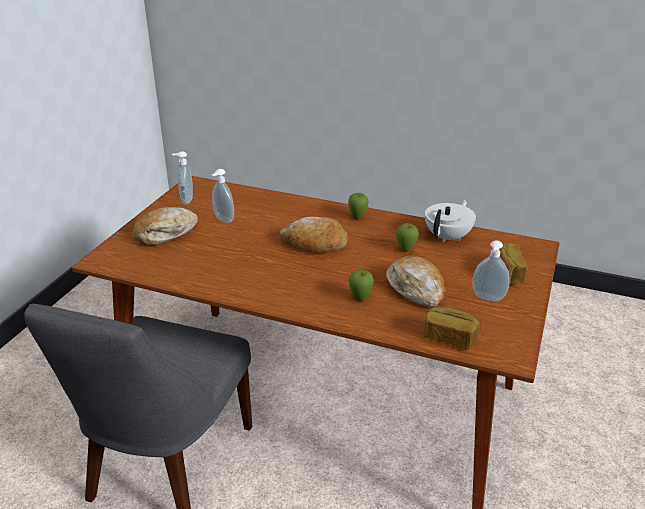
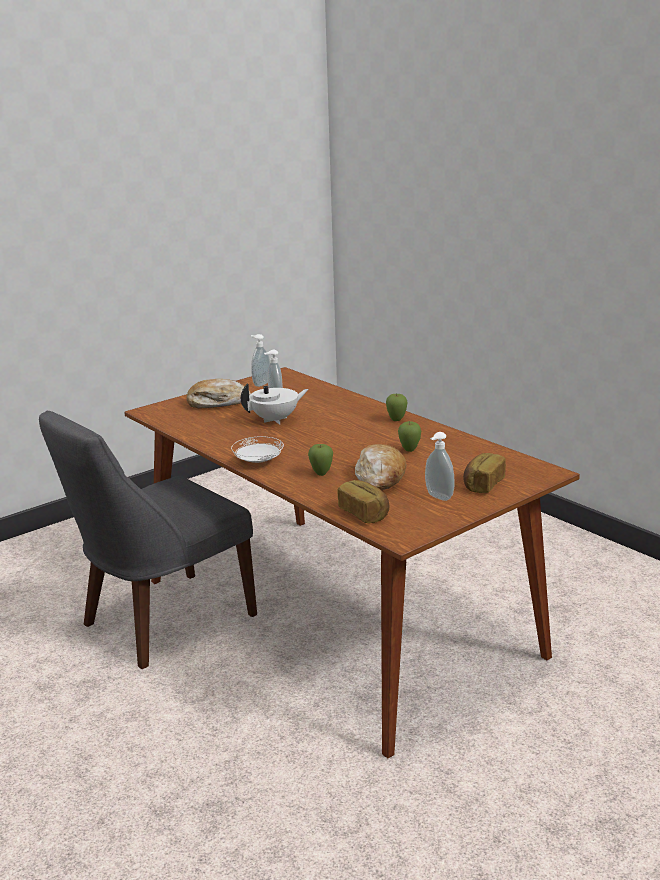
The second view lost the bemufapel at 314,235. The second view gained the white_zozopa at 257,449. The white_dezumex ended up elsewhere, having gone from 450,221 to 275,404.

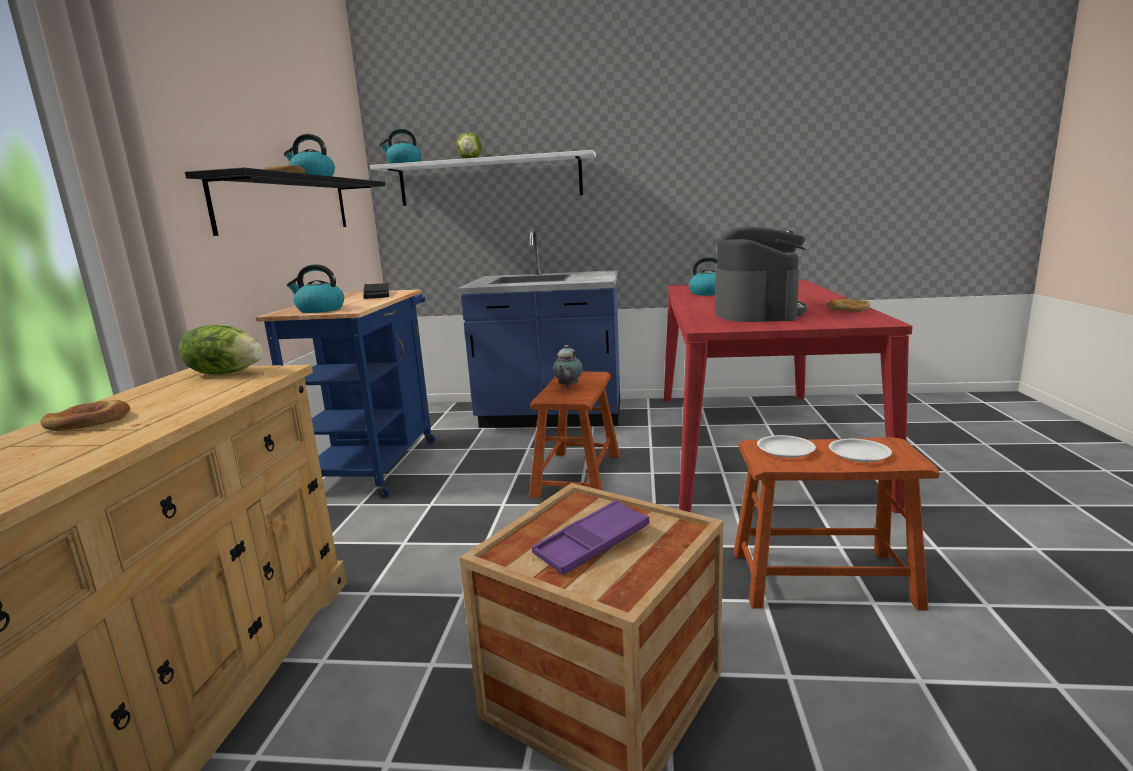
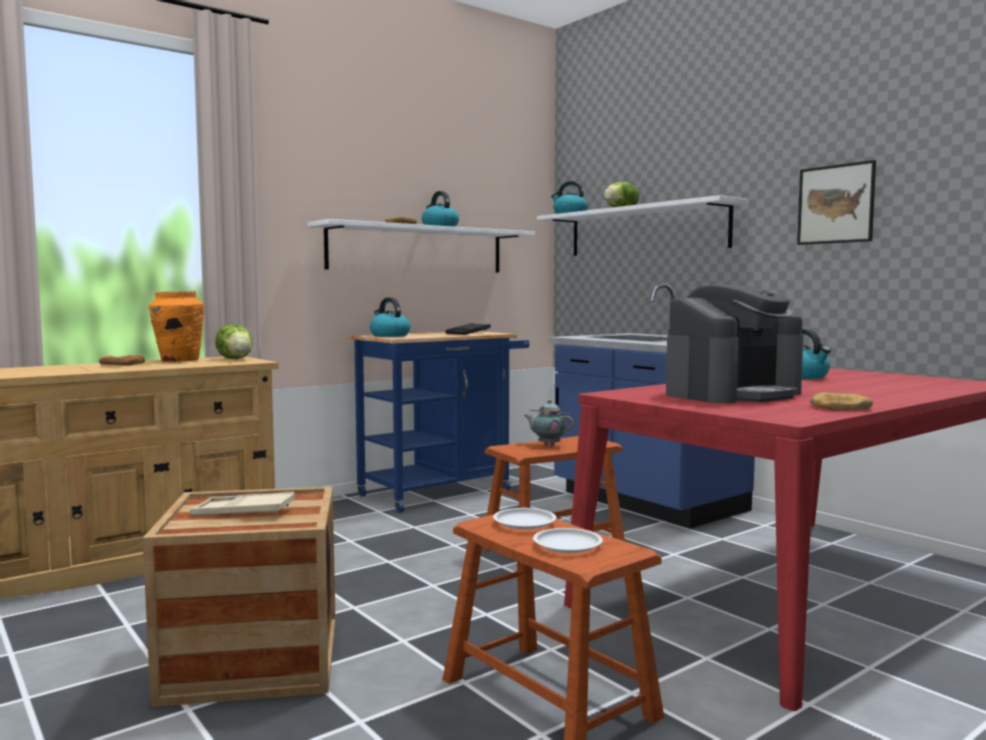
The second view gained the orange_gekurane at 176,326. The second view gained the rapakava at 836,202. What was the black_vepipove at 285,201 turned into the white_vepipove at 421,245. What was the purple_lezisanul at 591,537 turned into the beige_lezisanul at 242,504. The dezumex at 568,366 ended up facing another way, 60 degrees clockwise from before.

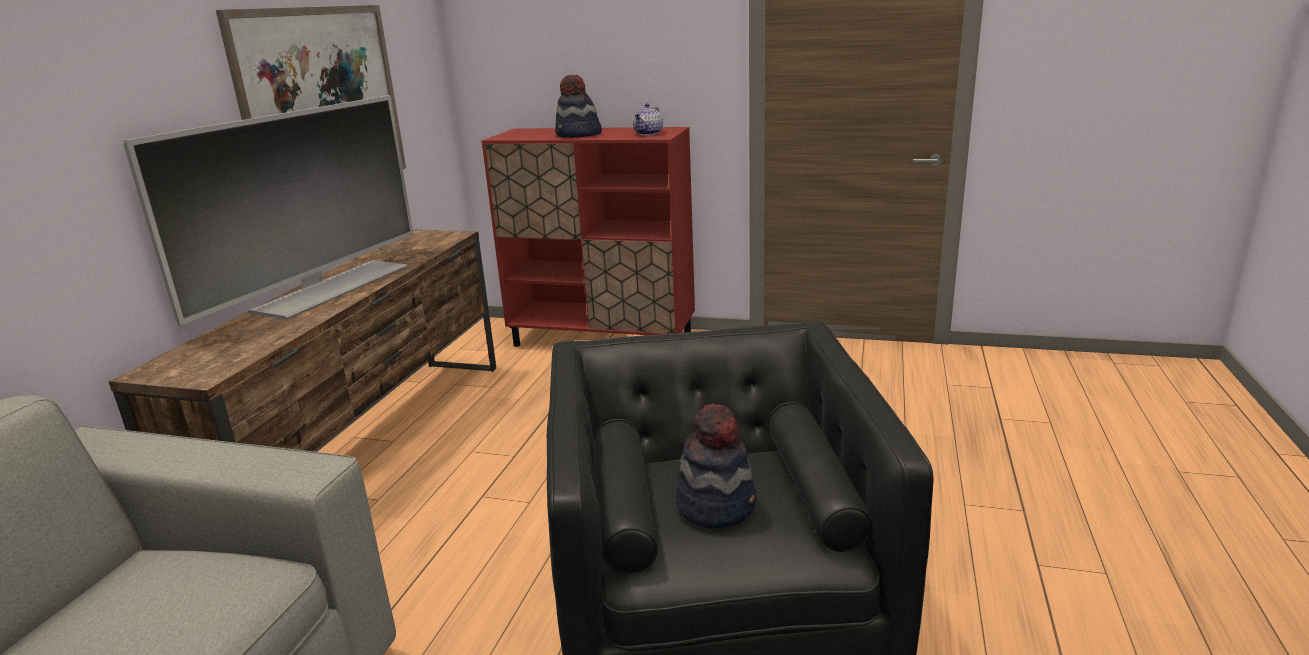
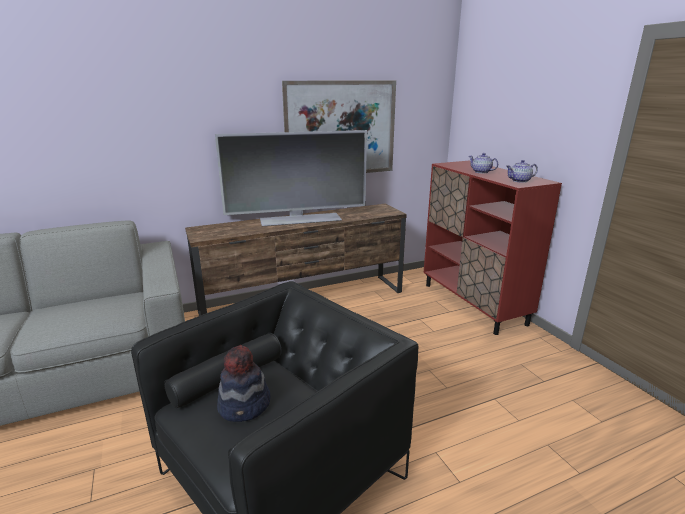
Where the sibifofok stood at 578,106, the dezumex came to stand at 483,163.

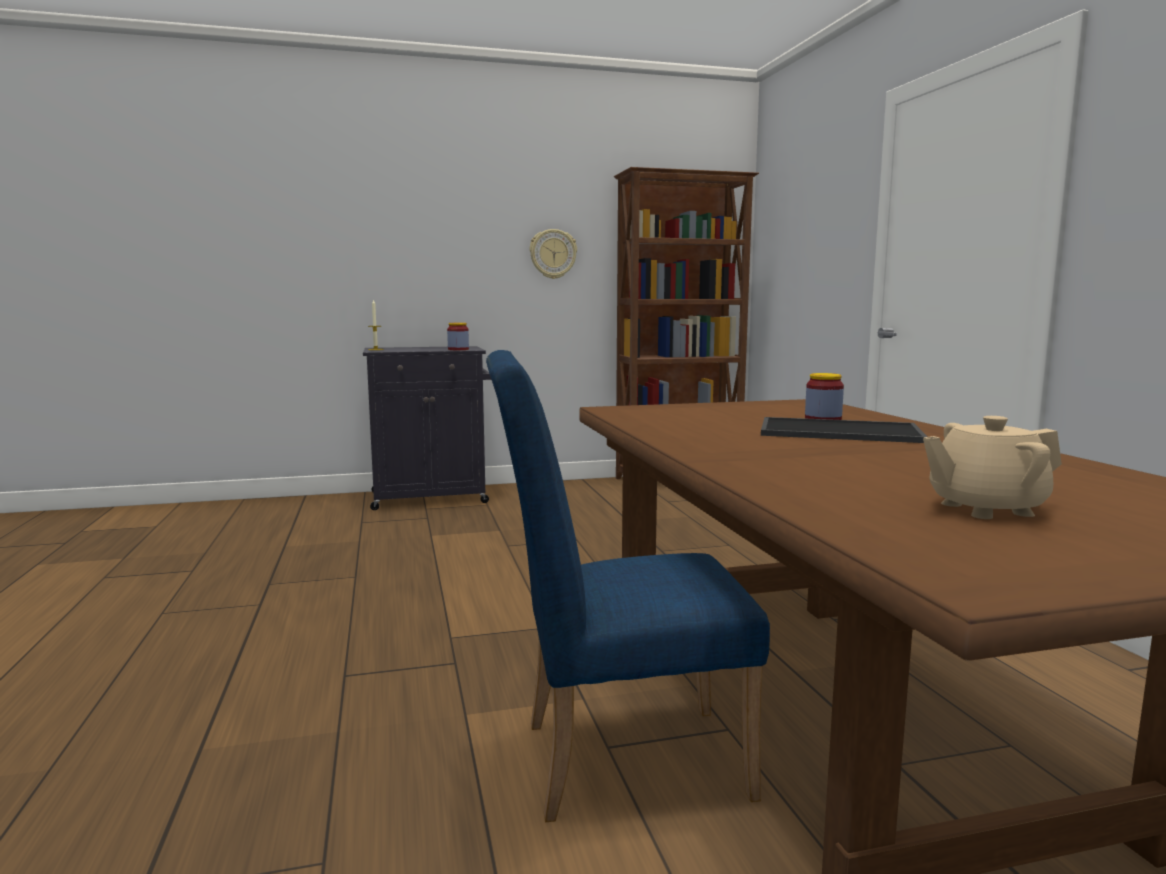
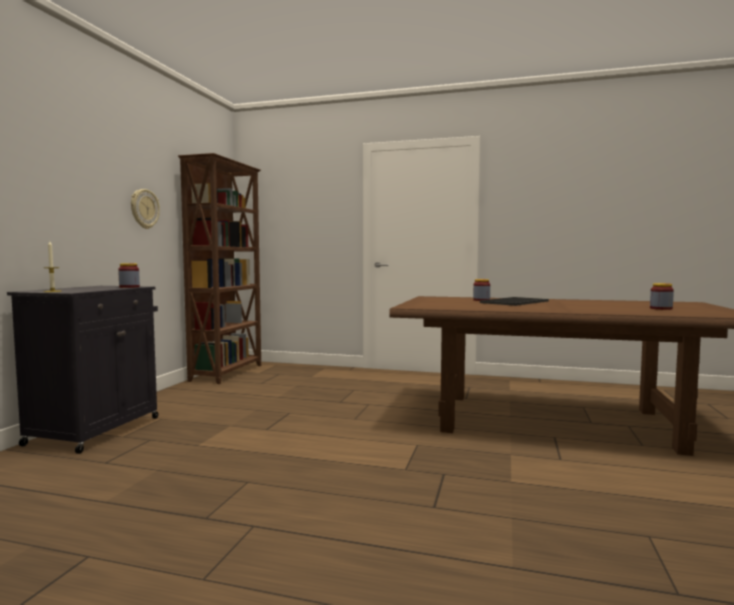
The second view lost the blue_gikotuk at 628,586. Where the beige_dezumex stood at 992,467, the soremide came to stand at 662,296.

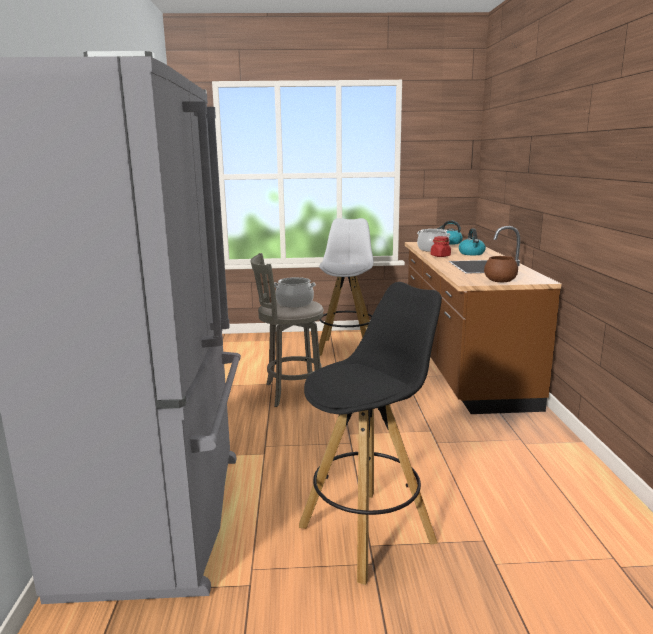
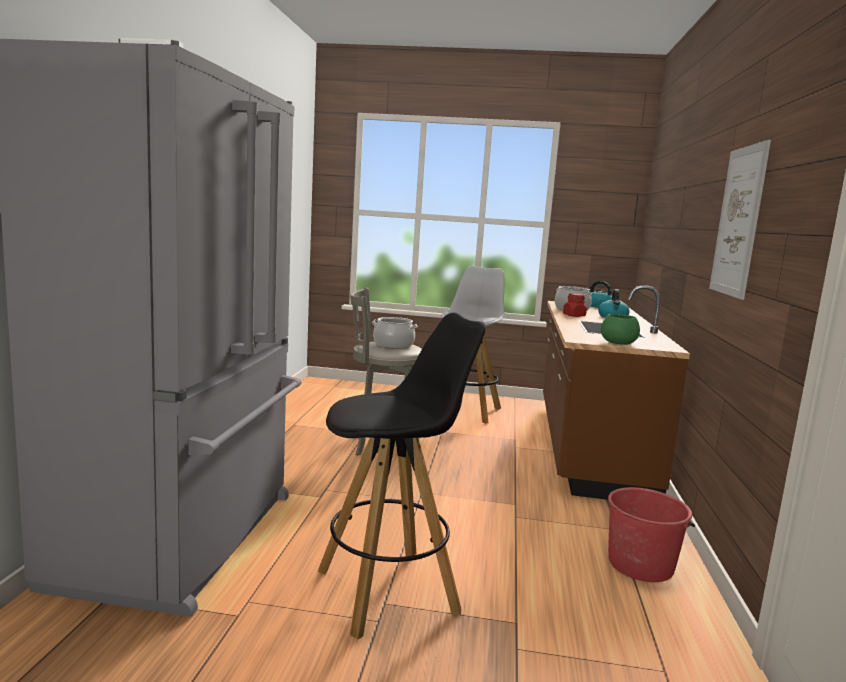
The second view gained the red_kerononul at 651,534. The second view gained the rapakava at 740,220. What was the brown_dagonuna at 501,269 turned into the green_dagonuna at 620,329.

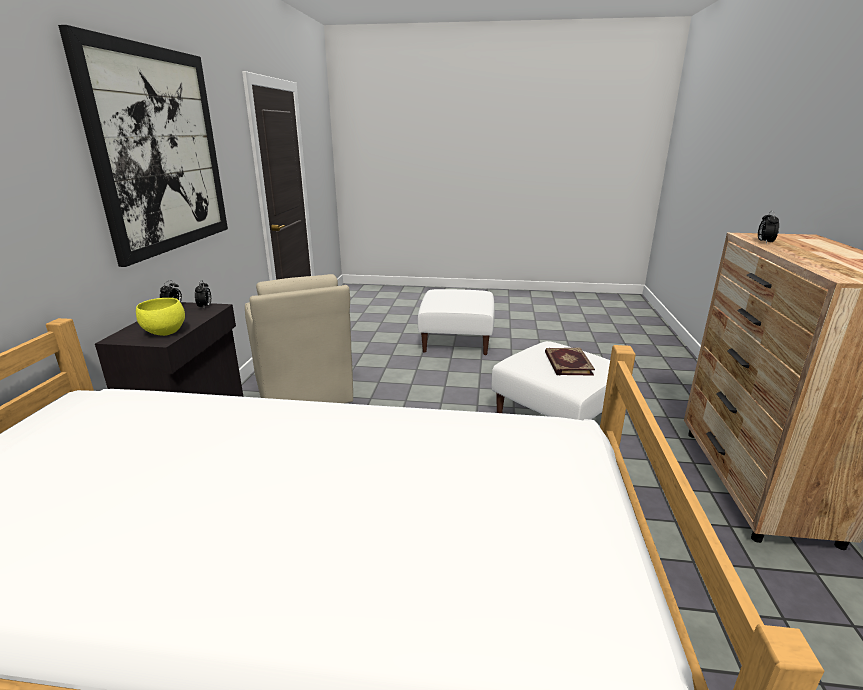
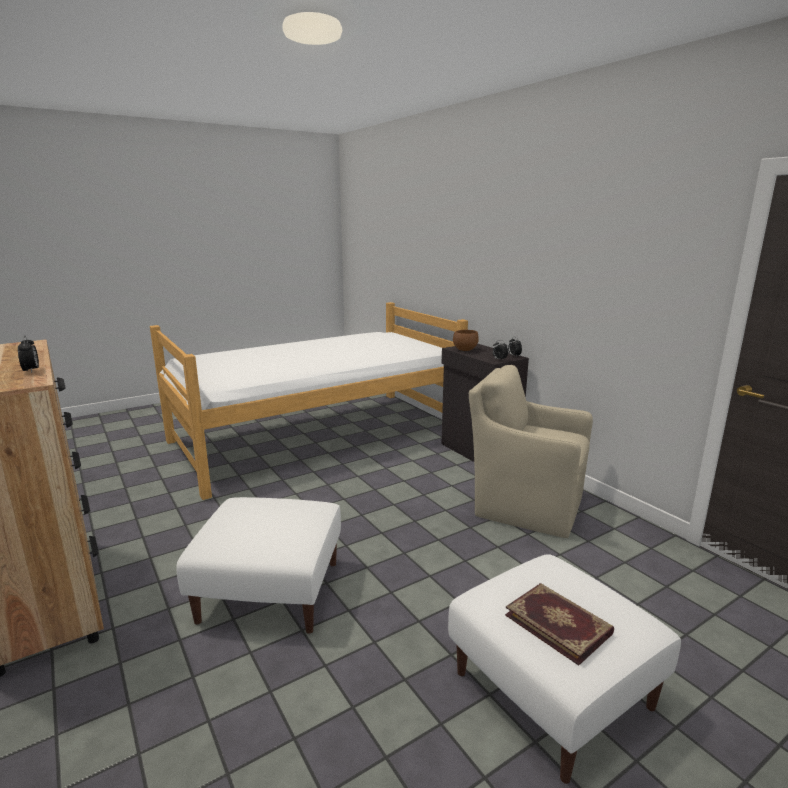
The second view lost the rapakava at 143,146. The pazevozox ended up elsewhere, having gone from 570,362 to 559,624. What was the yellow_dagonuna at 160,317 turned into the brown_dagonuna at 466,340.

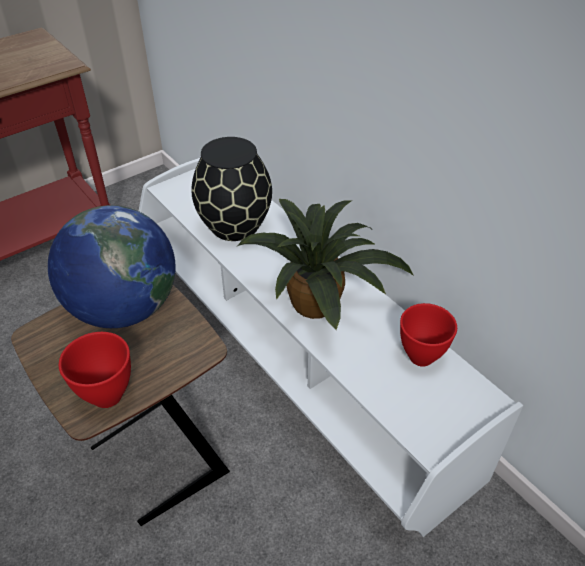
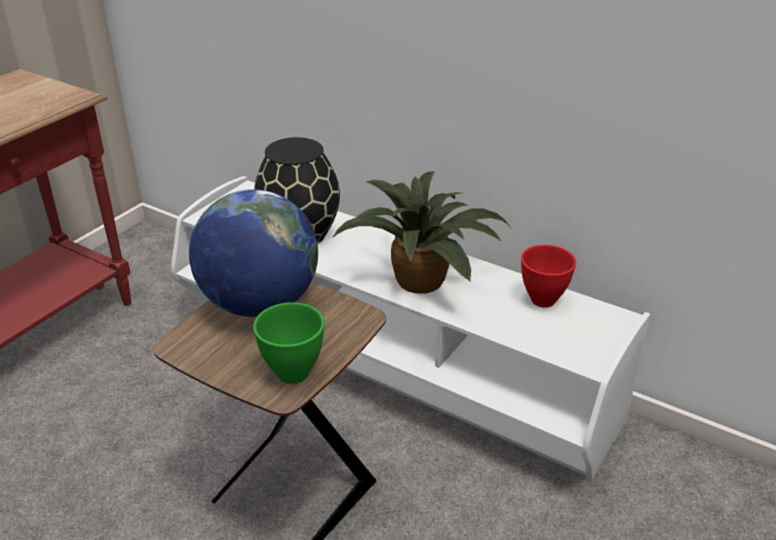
What was the red_dagonuna at 95,370 turned into the green_dagonuna at 289,343.

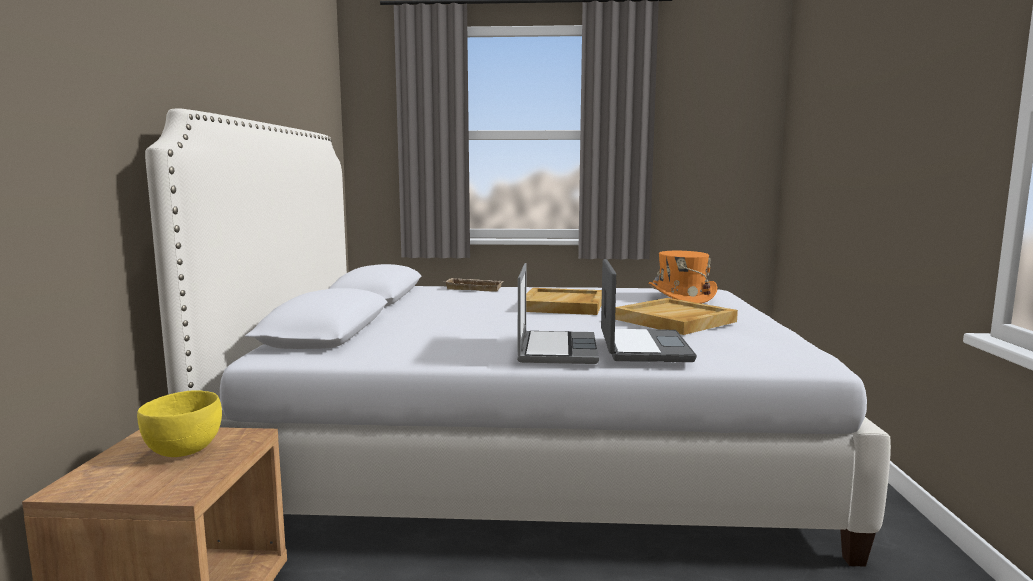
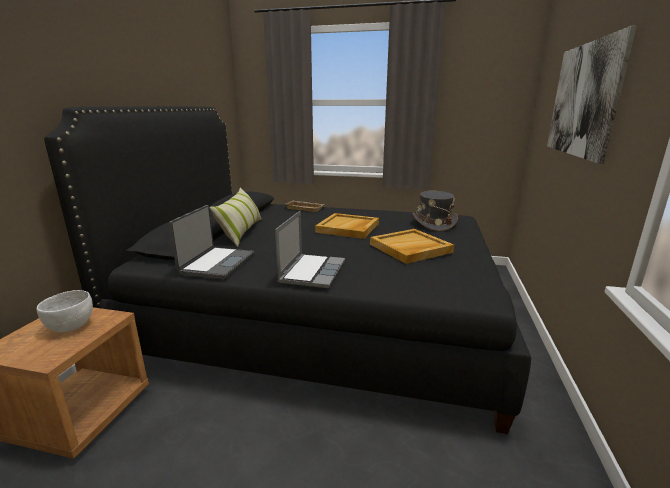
The second view gained the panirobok at 235,217. The second view gained the rapakava at 592,94. The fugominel ended up elsewhere, having gone from 649,310 to 211,242. What was the yellow_dagonuna at 179,423 turned into the white_dagonuna at 65,311. What was the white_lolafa at 518,338 turned into the black_lolafa at 287,270. What was the orange_sibifofok at 682,277 turned into the grey_sibifofok at 435,211.

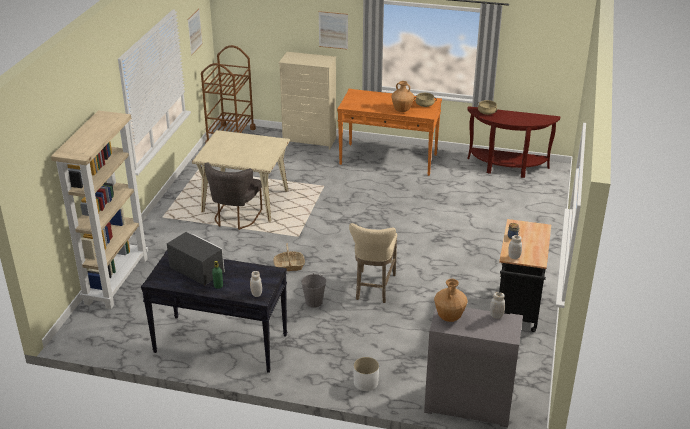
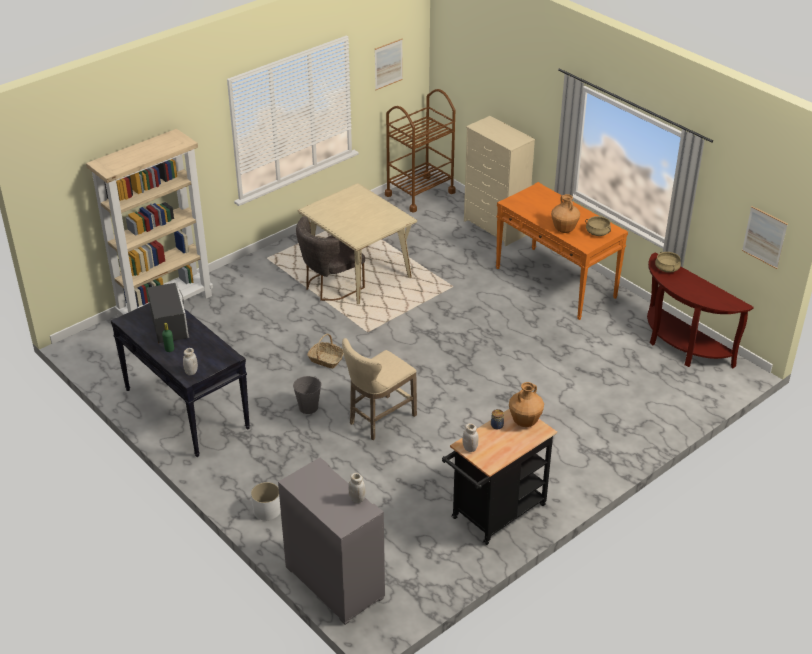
The rapakava ended up elsewhere, having gone from 333,30 to 765,237. The brown_gekurane ended up elsewhere, having gone from 451,300 to 526,404.

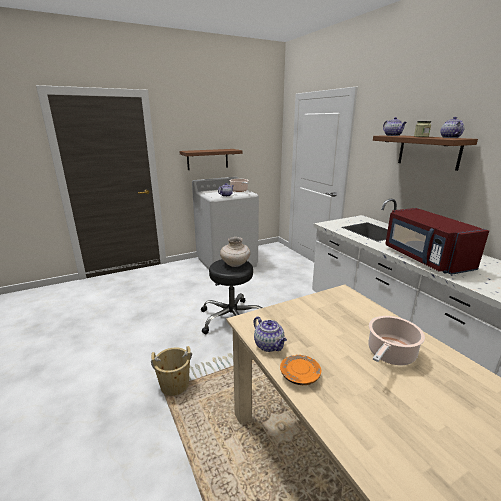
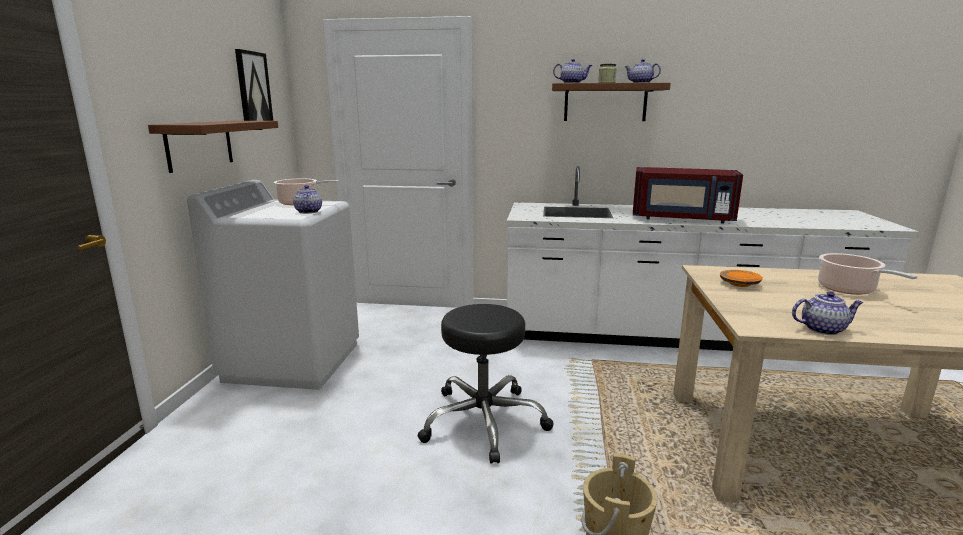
The second view lost the beige_gekurane at 235,252. The second view gained the rapakava at 254,85. The orange_zozopa ended up elsewhere, having gone from 300,370 to 741,278.

